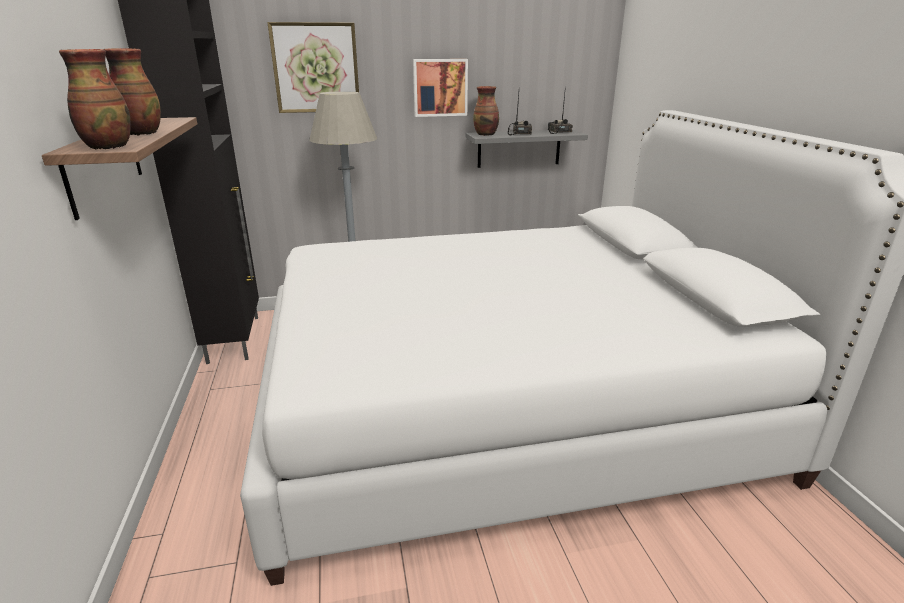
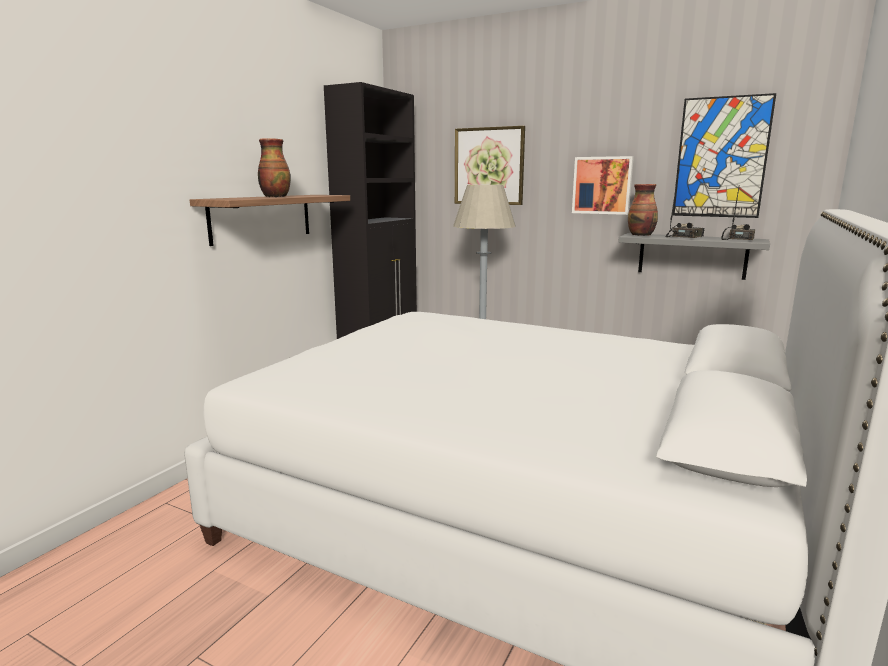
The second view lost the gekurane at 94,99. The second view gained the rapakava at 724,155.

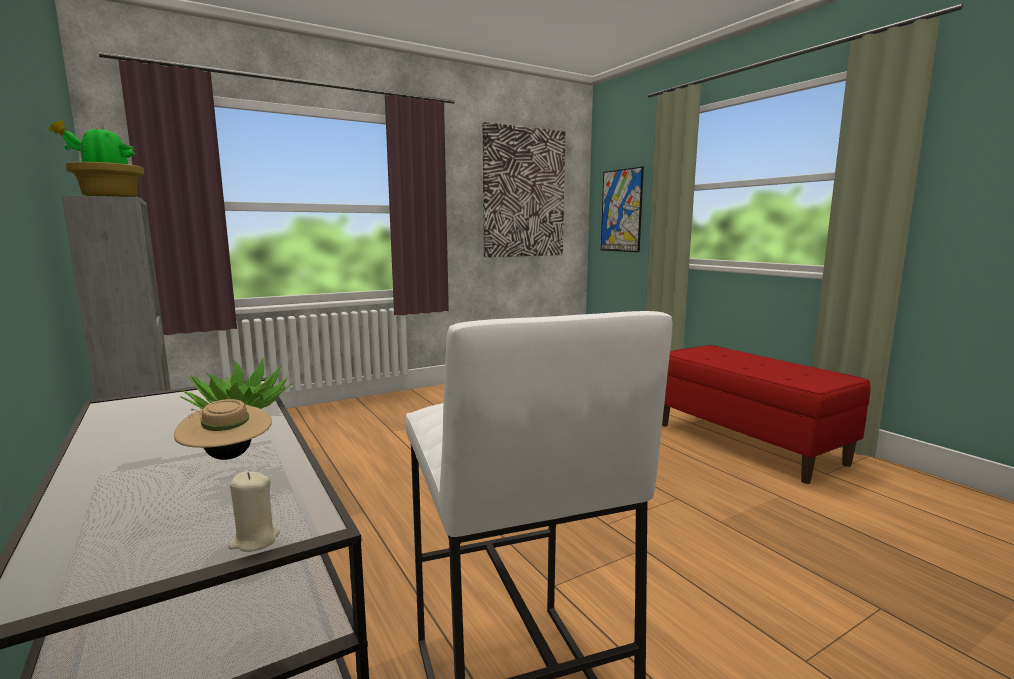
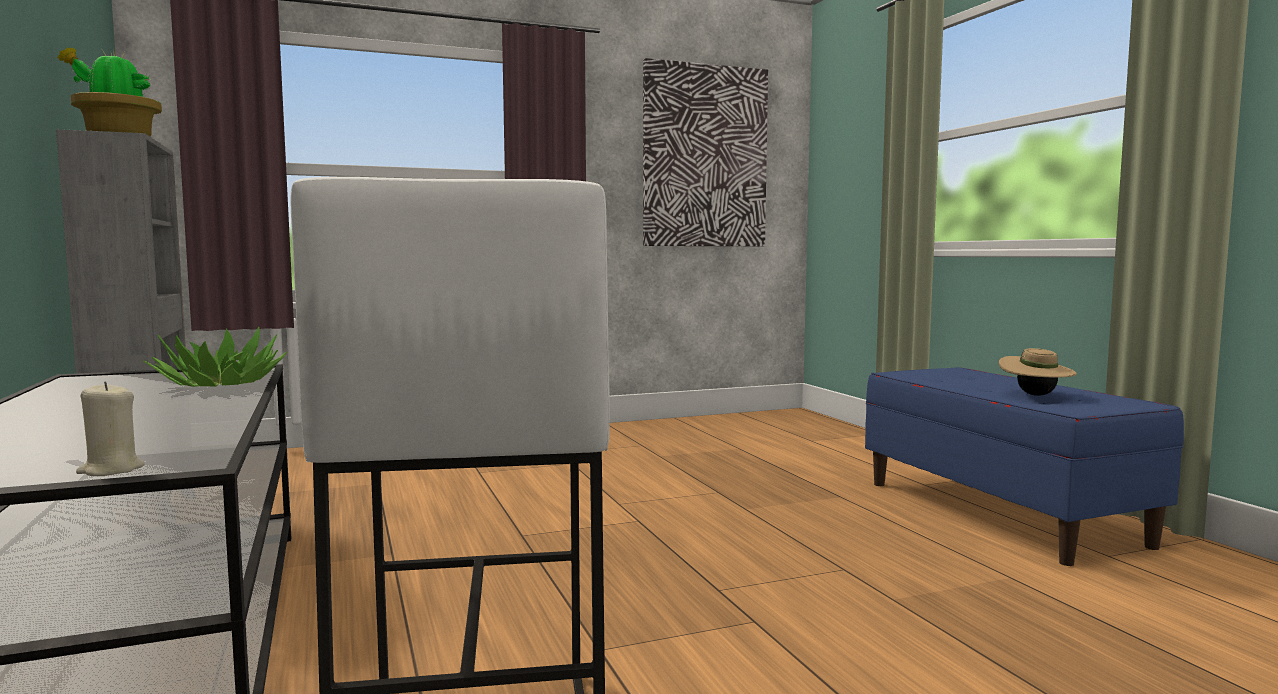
The second view lost the rapakava at 622,209. The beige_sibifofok ended up elsewhere, having gone from 223,429 to 1038,372. What was the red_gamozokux at 766,414 turned into the blue_gamozokux at 1024,466.

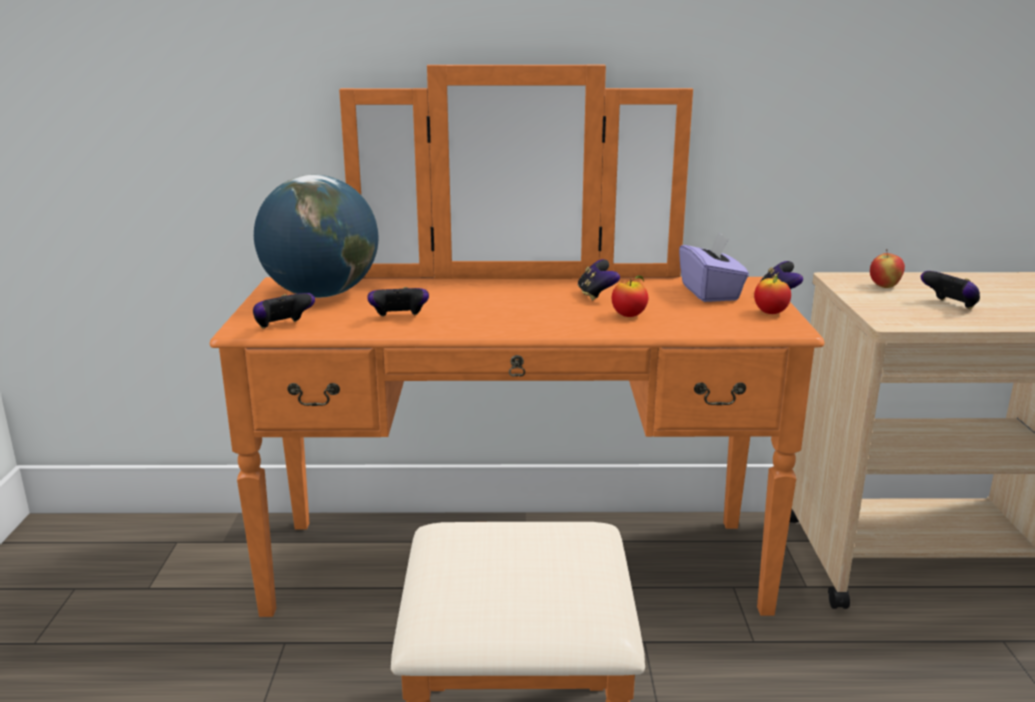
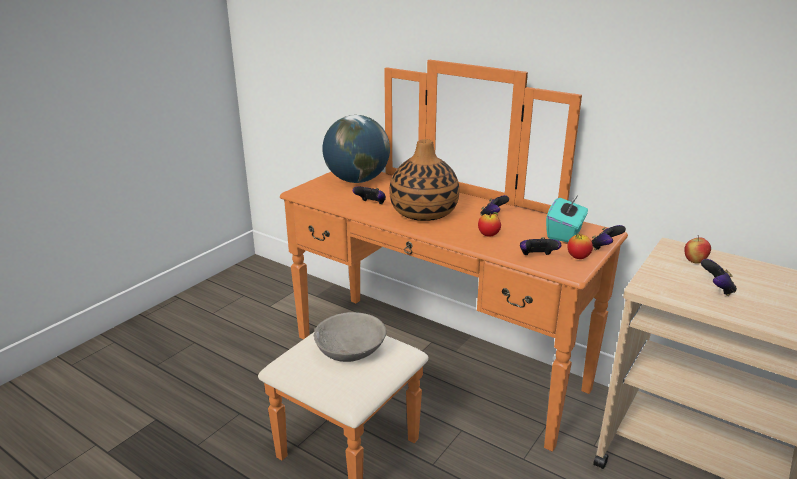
The second view gained the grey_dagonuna at 350,337. The second view gained the gekurane at 424,180. The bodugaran ended up elsewhere, having gone from 284,311 to 540,246. What was the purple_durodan at 714,267 turned into the turquoise_durodan at 567,219.

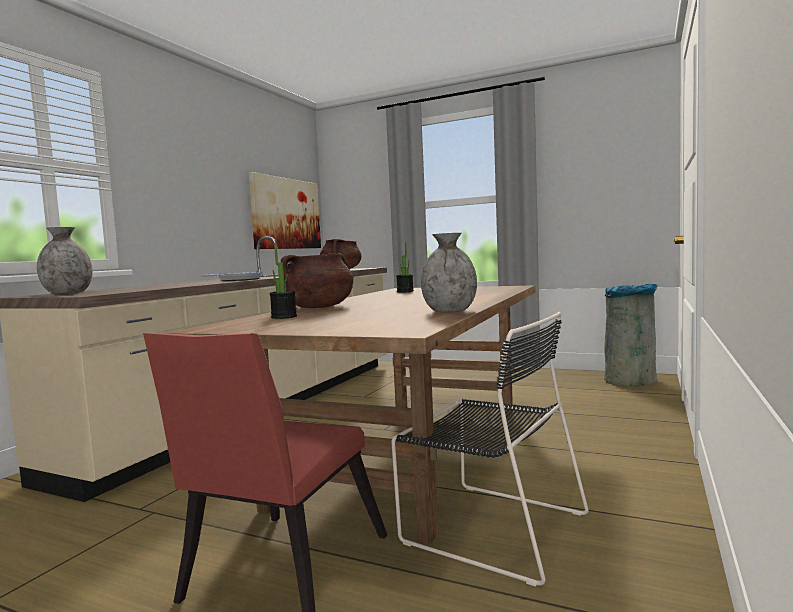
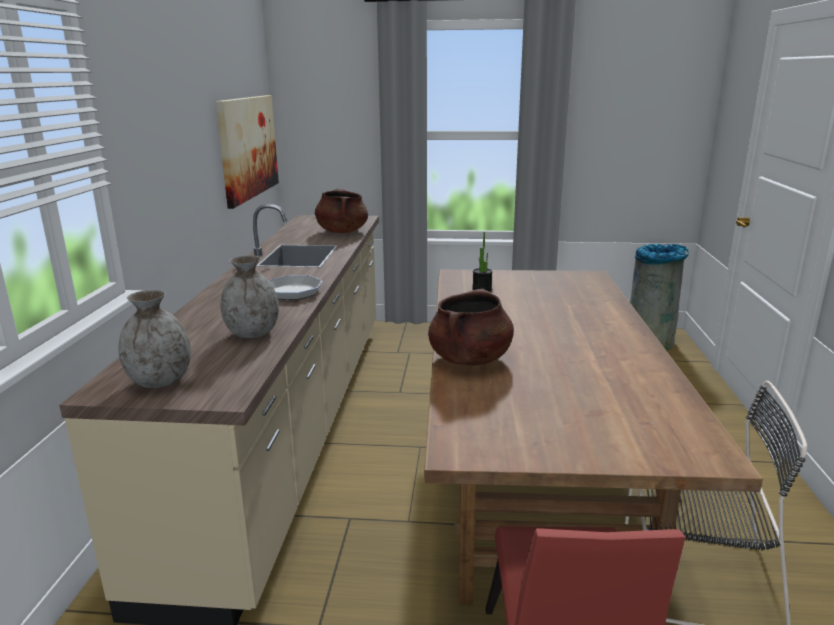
The second view lost the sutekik at 283,280. The grey_gekurane ended up elsewhere, having gone from 449,272 to 250,296.

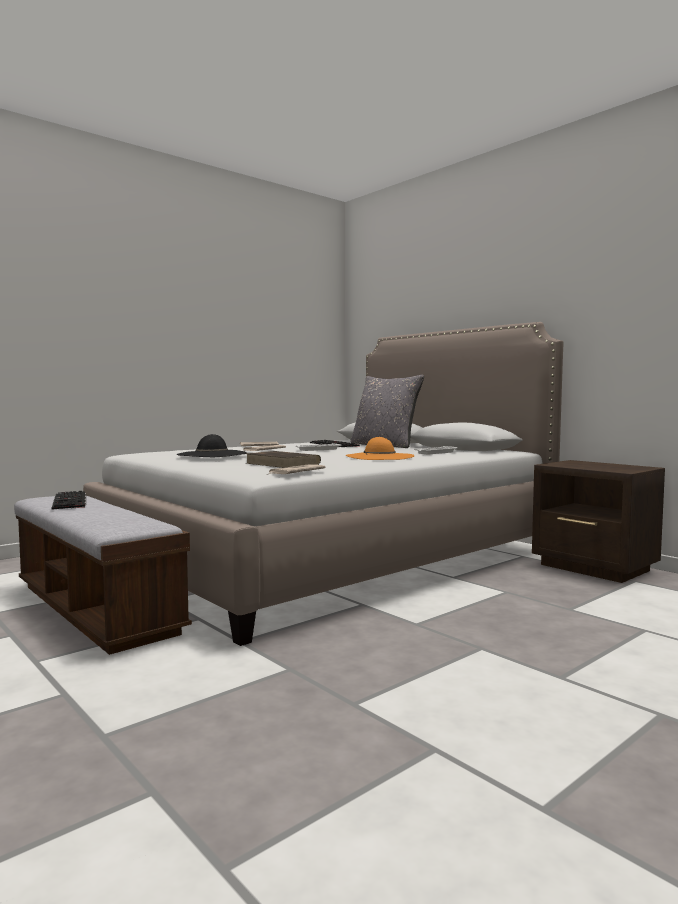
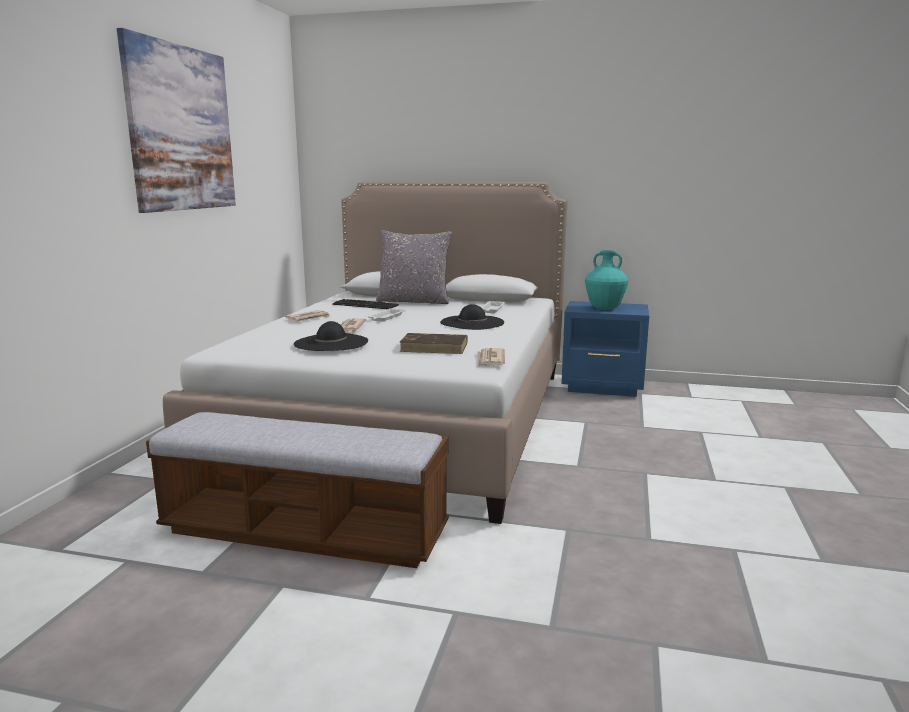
The second view lost the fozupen at 69,500. The second view gained the rapakava at 176,120. The second view gained the turquoise_gekurane at 606,280. What was the orange_sibifofok at 380,448 turned into the black_sibifofok at 472,317. What was the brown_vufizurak at 598,521 turned into the blue_vufizurak at 605,349.

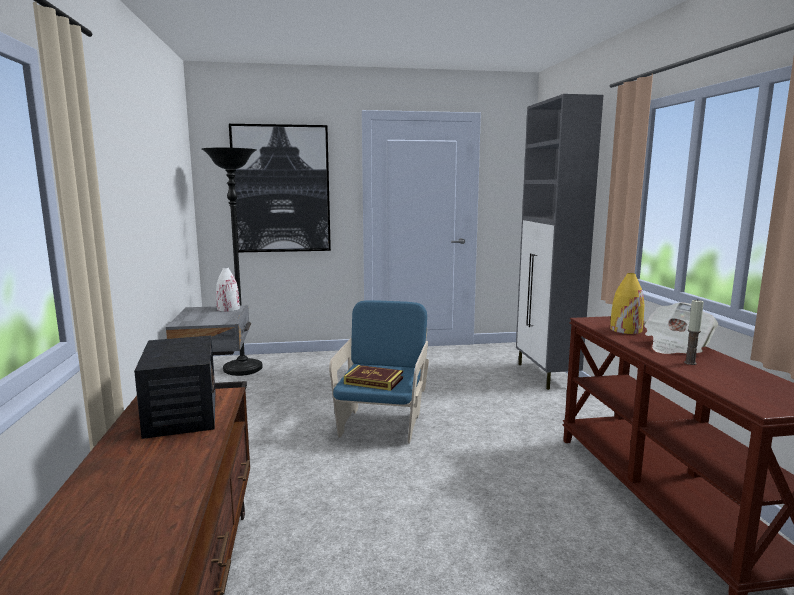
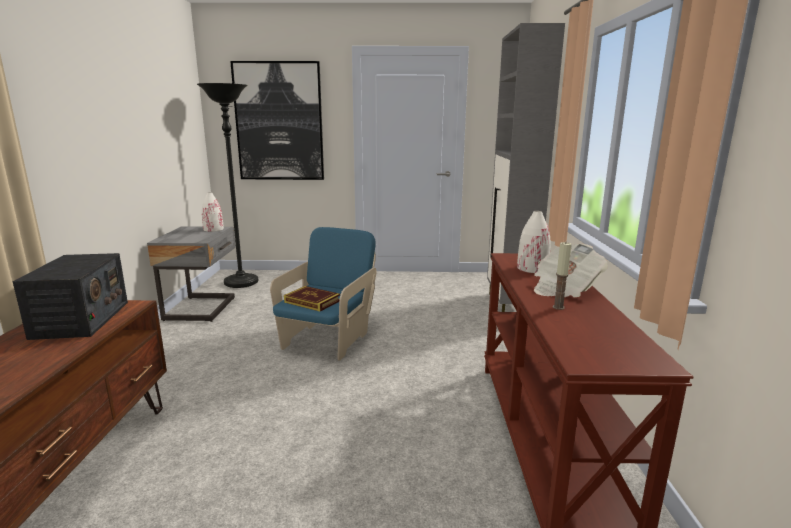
What was the yellow_gekurane at 627,303 turned into the white_gekurane at 534,242.

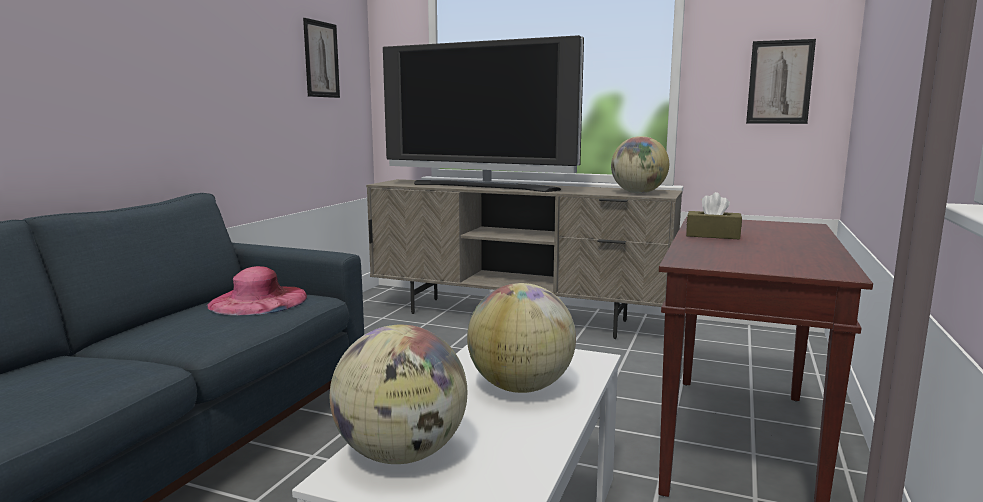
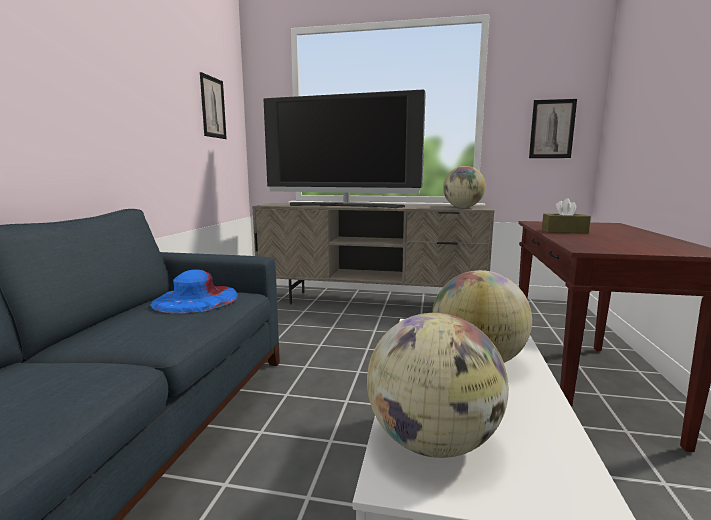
What was the pink_sibifofok at 257,290 turned into the blue_sibifofok at 194,291.

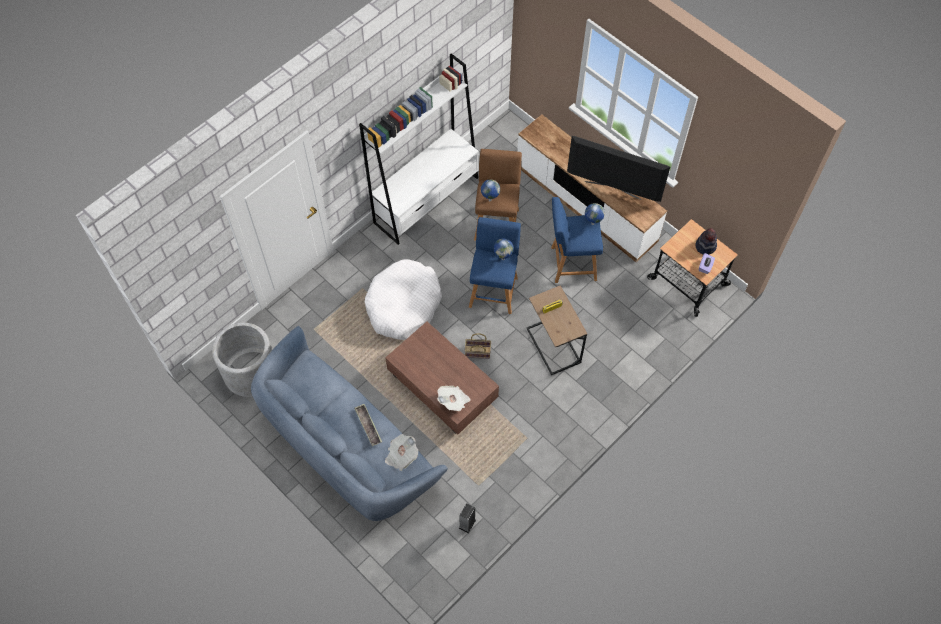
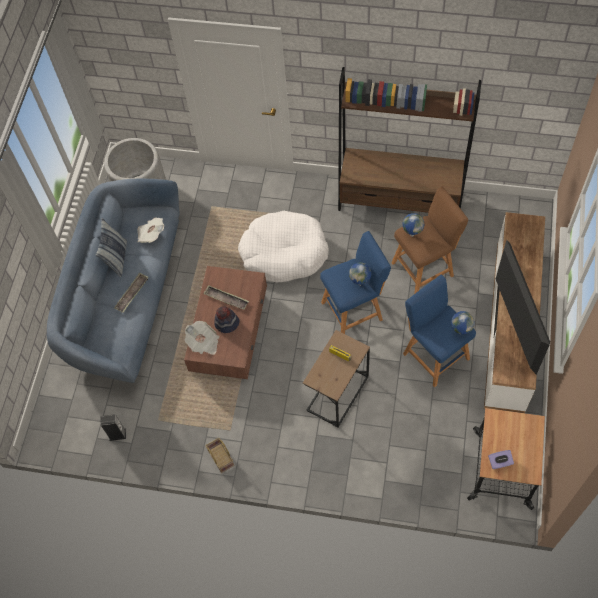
The second view gained the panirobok at 111,247. The second view gained the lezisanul at 226,297. The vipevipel ended up elsewhere, having gone from 401,452 to 150,230. The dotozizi ended up elsewhere, having gone from 478,346 to 220,455. The sibifofok ended up elsewhere, having gone from 706,241 to 227,319. What was the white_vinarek at 419,149 turned into the brown_vinarek at 410,140.

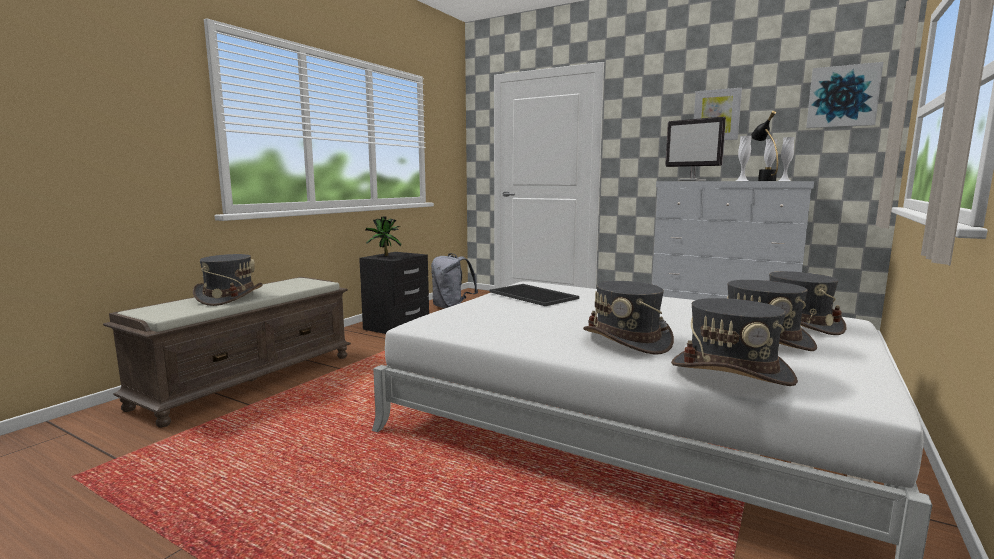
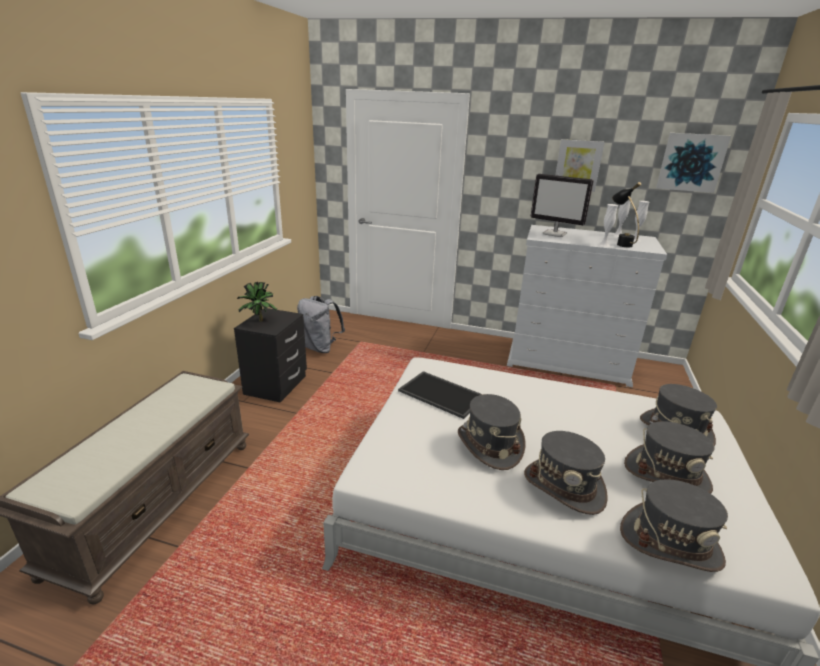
The grey_sibifofok ended up elsewhere, having gone from 228,280 to 492,432.

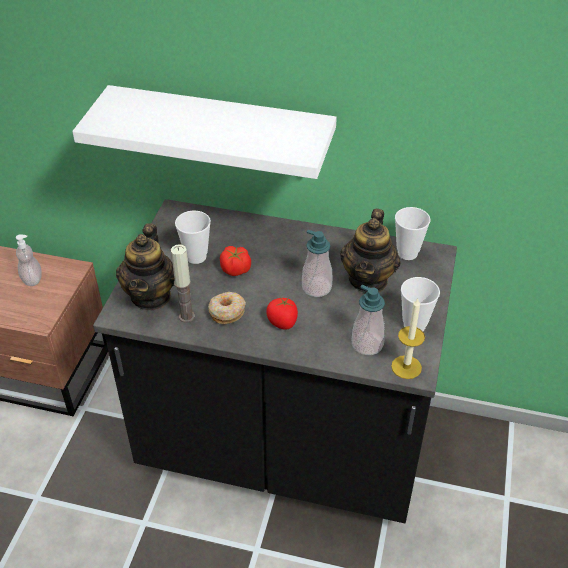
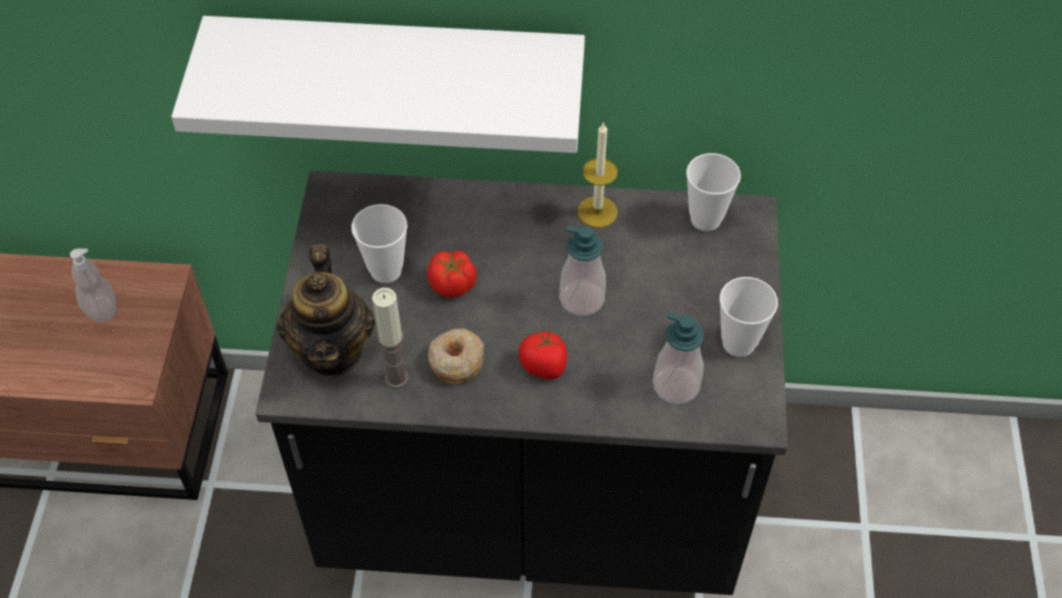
The second view lost the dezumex at 370,251. The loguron ended up elsewhere, having gone from 408,339 to 598,175.

